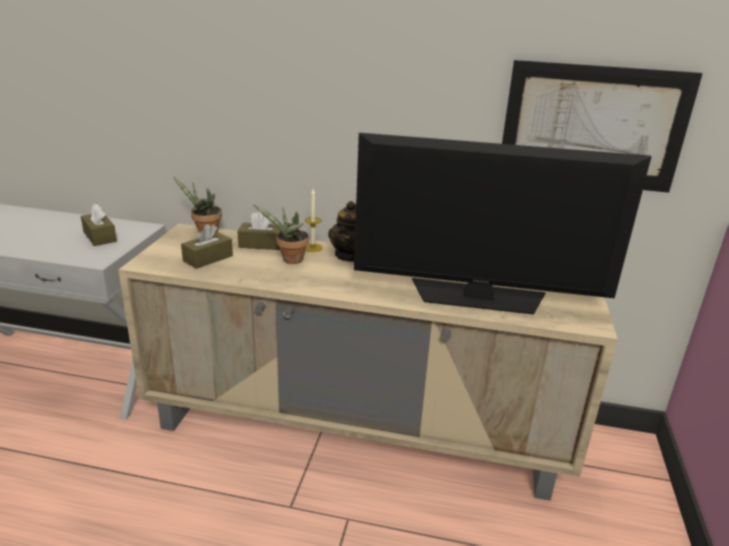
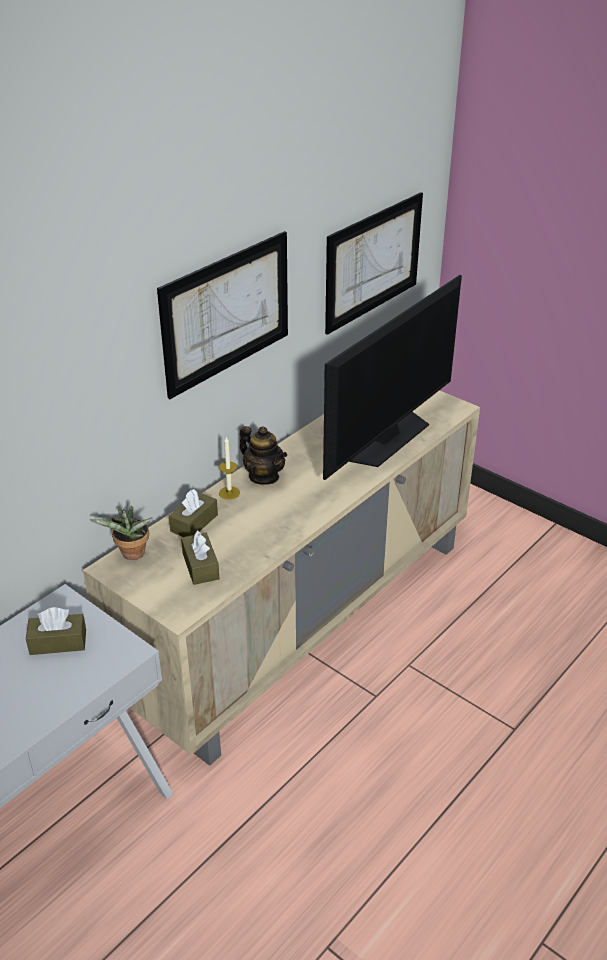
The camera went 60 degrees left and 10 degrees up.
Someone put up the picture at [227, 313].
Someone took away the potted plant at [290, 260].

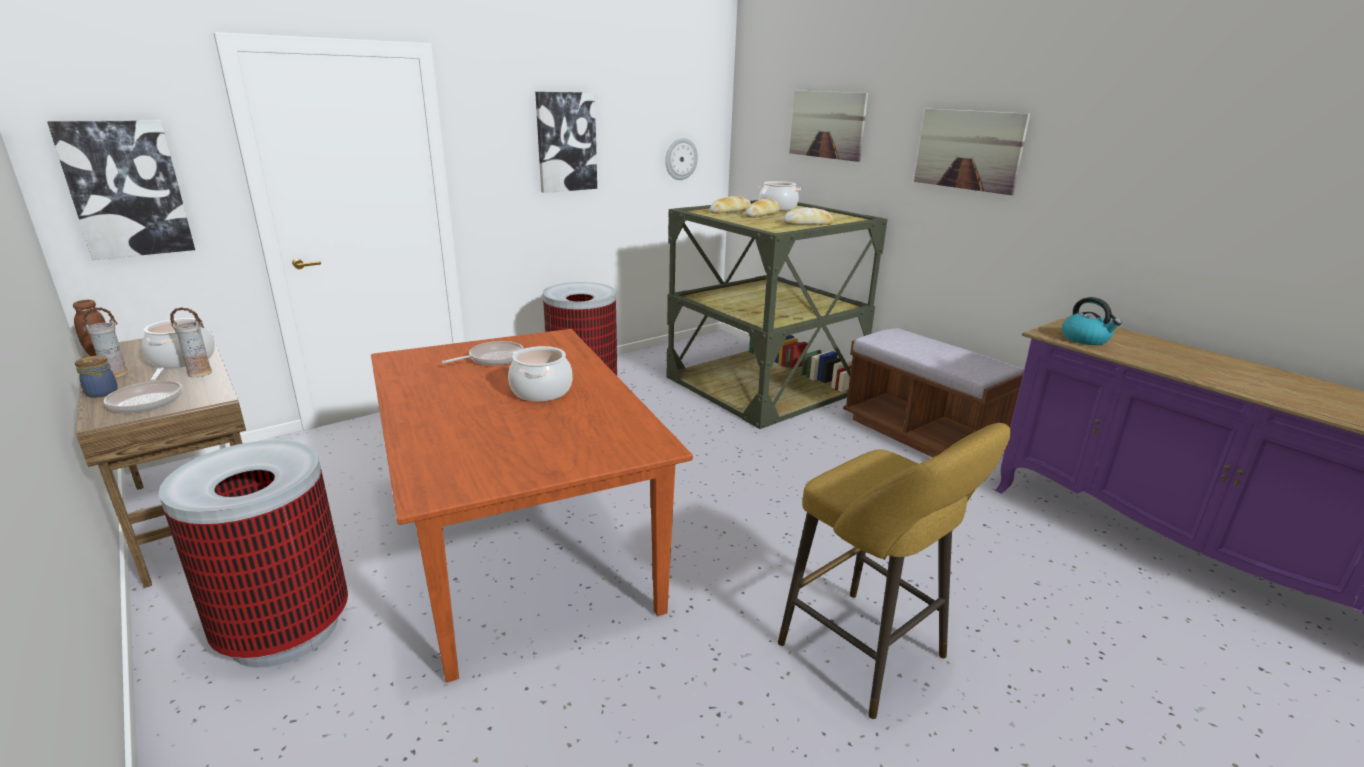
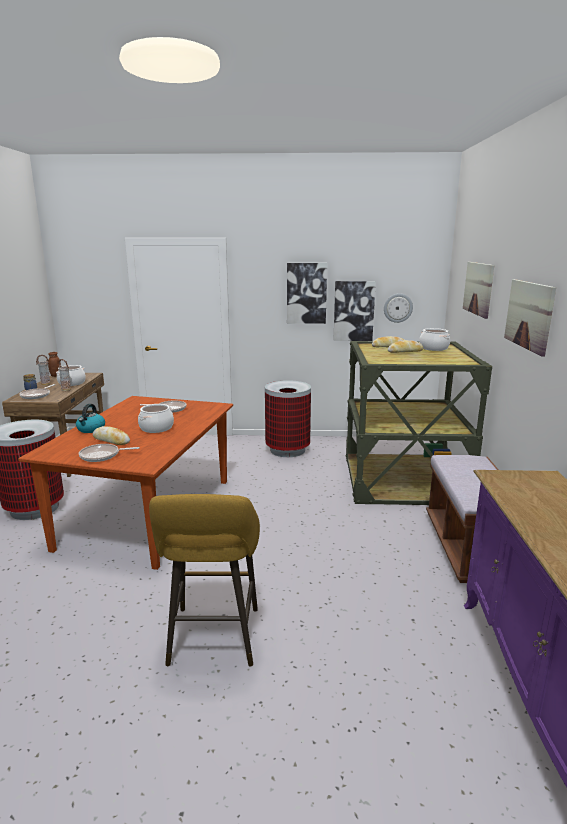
The camera went 40 degrees right and 5 degrees down.
Someone carried the kettle from [1085, 339] to [91, 429].
Someone put down the frying pan at [102, 456].
Someone carried the bread from [807, 224] to [111, 440].
Someone carried the picture from [126, 189] to [353, 311].

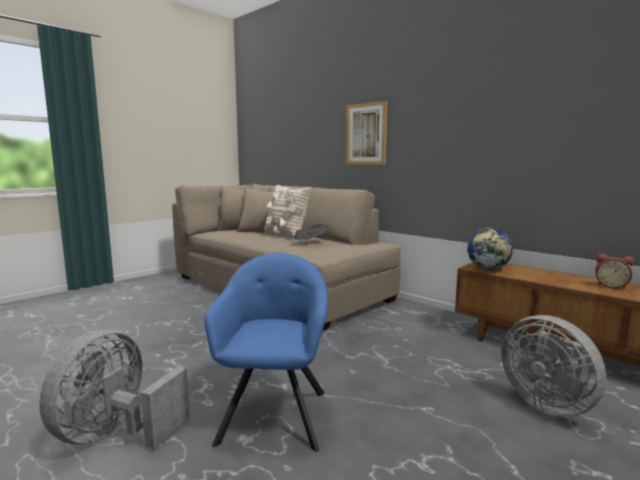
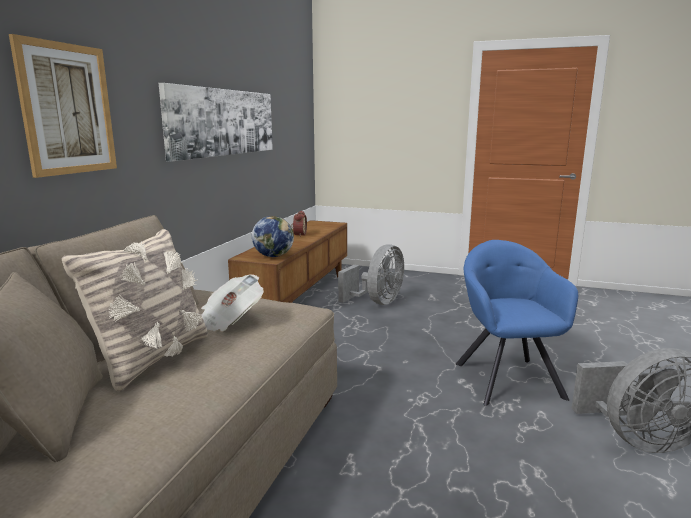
The camera went 115 degrees left and 5 degrees up.
Someone put up the picture at [223, 122].
Someone rotated the blue armchair at [274, 413] by 105 degrees clockwise.

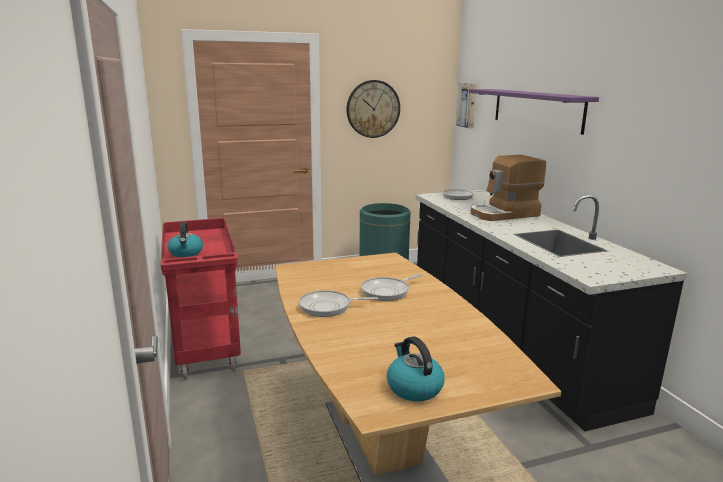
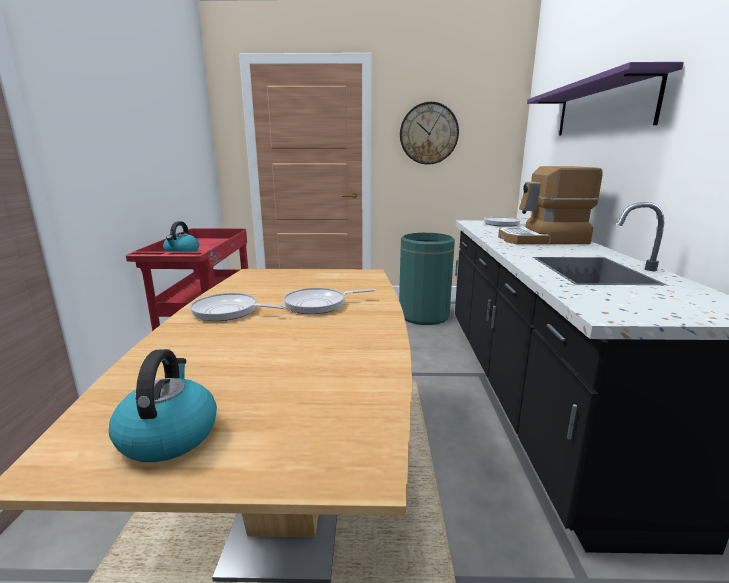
The camera went 20 degrees right and 0 degrees up.
Someone took away the picture at [467, 105].

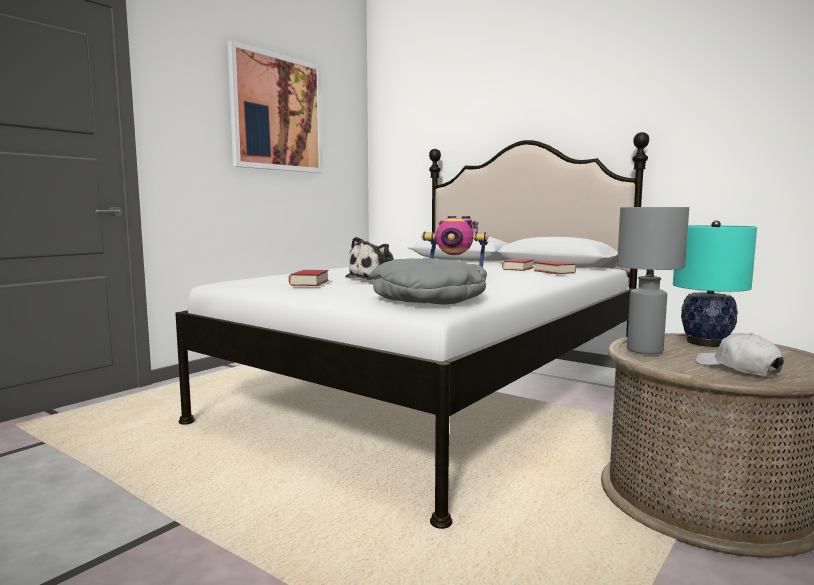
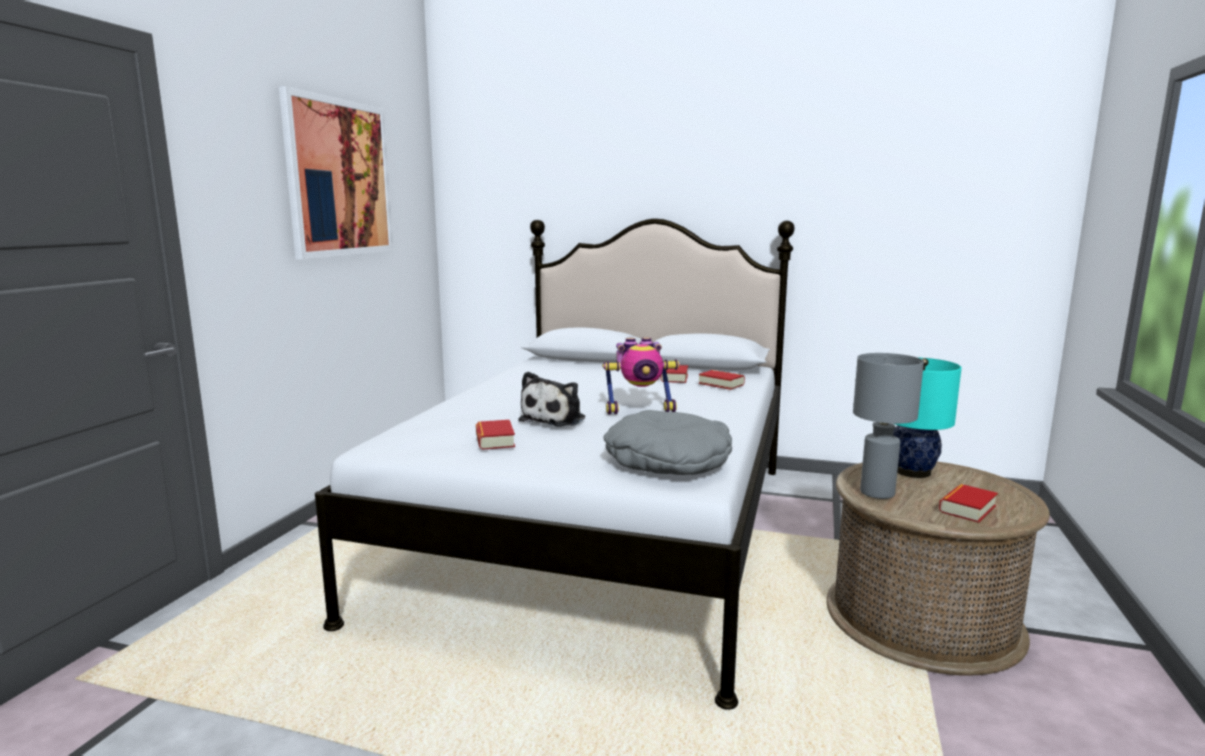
The camera went 20 degrees left and 5 degrees up.
Someone swapped the white cap at [738, 368] for the book at [967, 509].

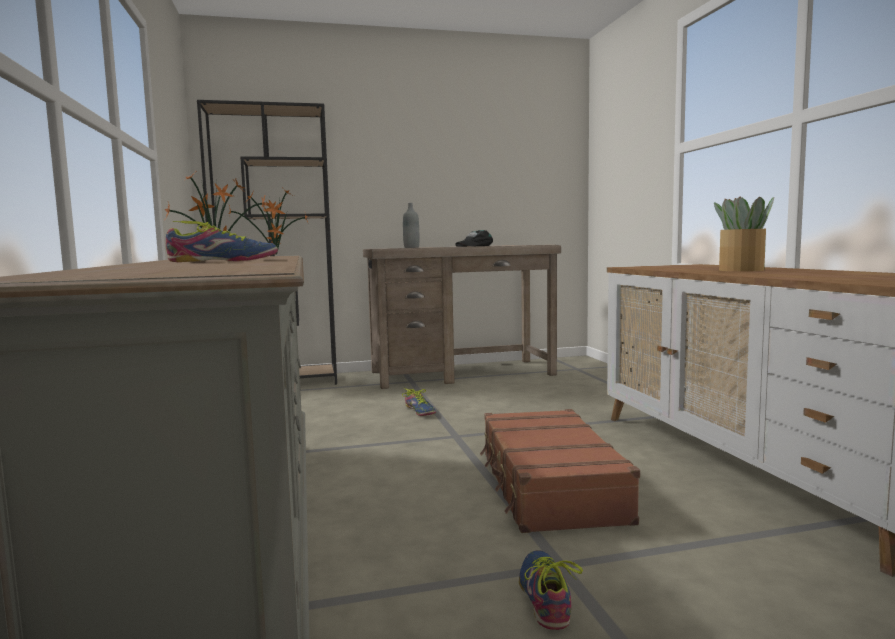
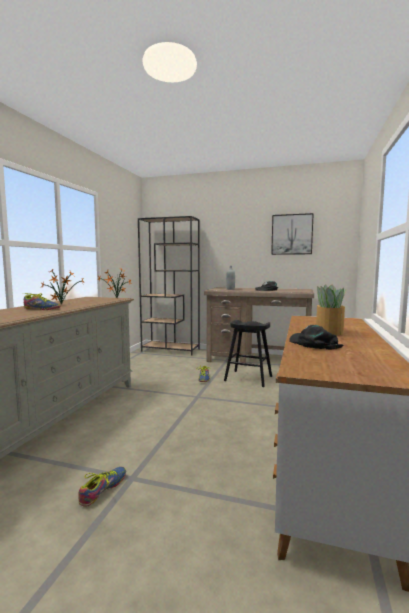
The camera went 30 degrees right and 0 degrees up.
Someone put down the black stool at [248, 378].
Someone put up the picture at [292, 234].
Someone put down the black cap at [313, 344].
Someone took away the brown suitcase at [549, 486].

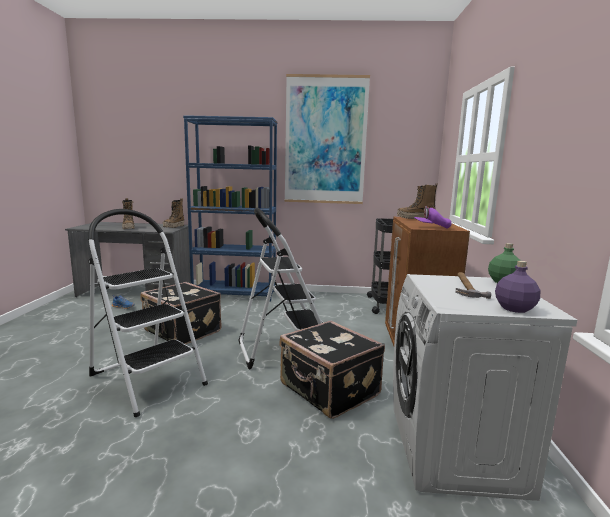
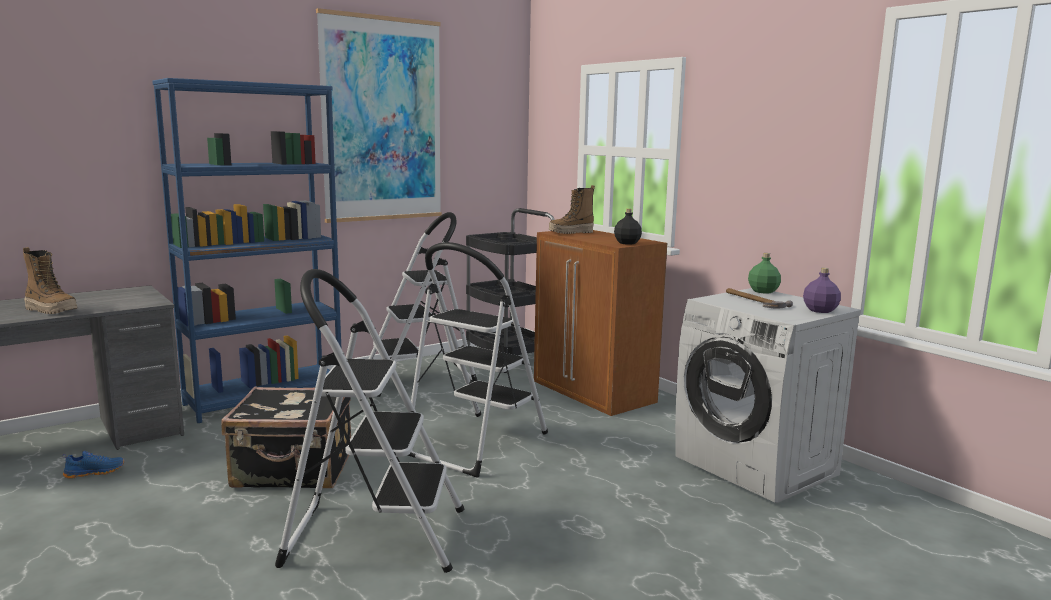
The camera went 40 degrees left and 0 degrees up.
Someone put down the step ladder at [423, 379].
Someone swapped the purple cap at [431, 227] for the black bottle at [627, 243].
Someone took away the boot at [174, 227].
Someone took away the black suitcase at [328, 391].

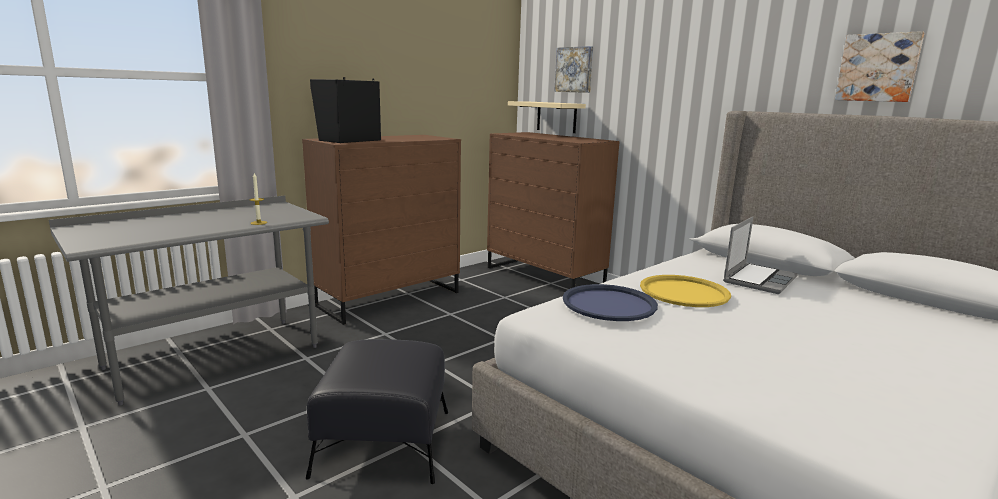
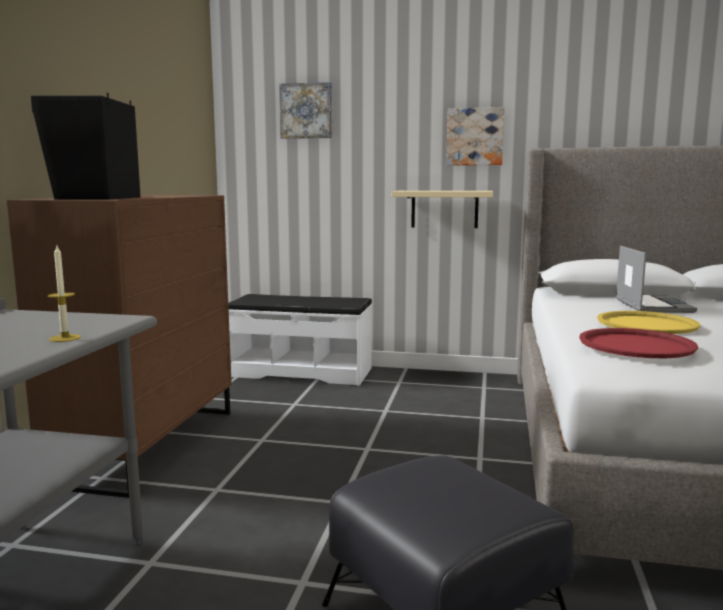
The camera went 35 degrees left and 5 degrees down.
Someone swapped the brown dresser at [545, 276] for the white bench at [301, 372].
Someone carried the beige shelf from [556, 117] to [444, 209].
Someone carried the picture from [878, 68] to [475, 137].
Someone repainted the blue tray at [609, 304], which became the red tray at [636, 345].

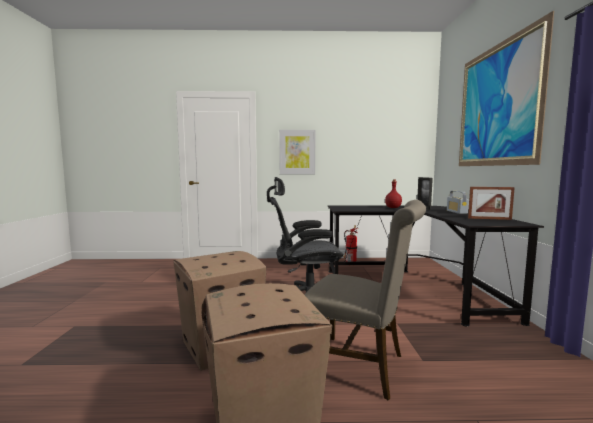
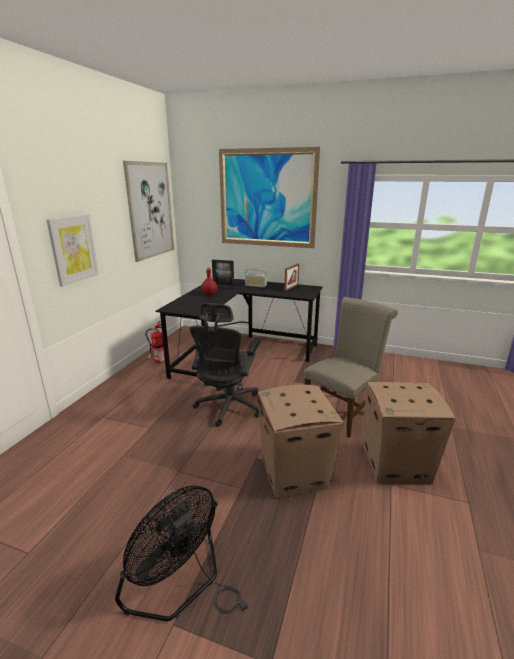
The camera went 70 degrees left and 15 degrees up.
Someone put down the black fan at [188, 585].
Someone put up the picture at [150, 210].

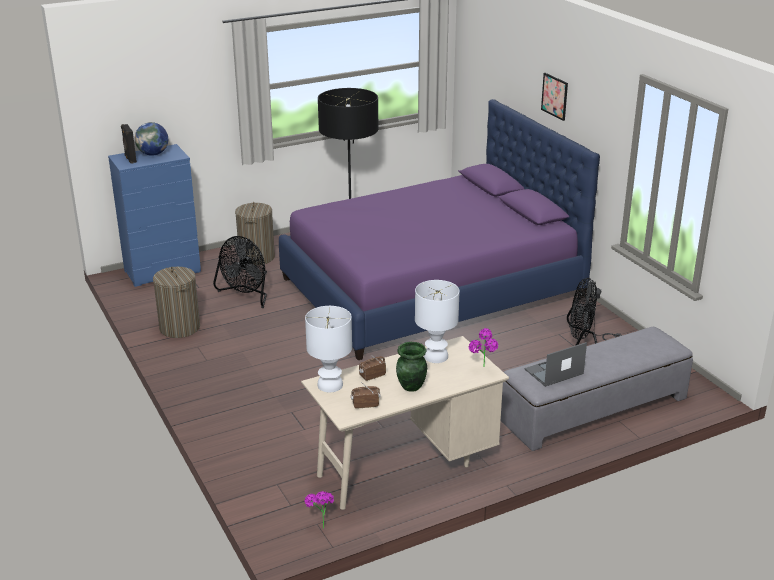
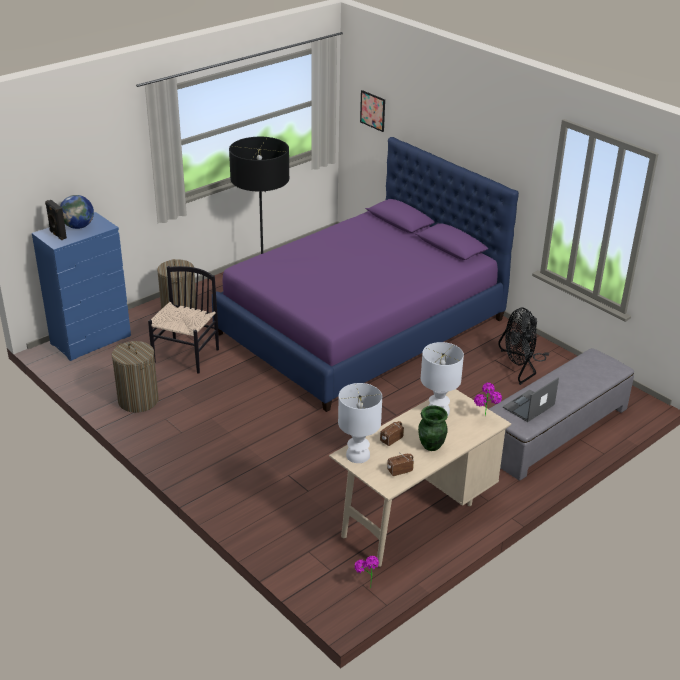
The camera went 15 degrees left and 5 degrees up.
Someone swapped the black fan at [246, 294] for the black chair at [187, 354].
Someone carried the picture from [554, 96] to [373, 110].

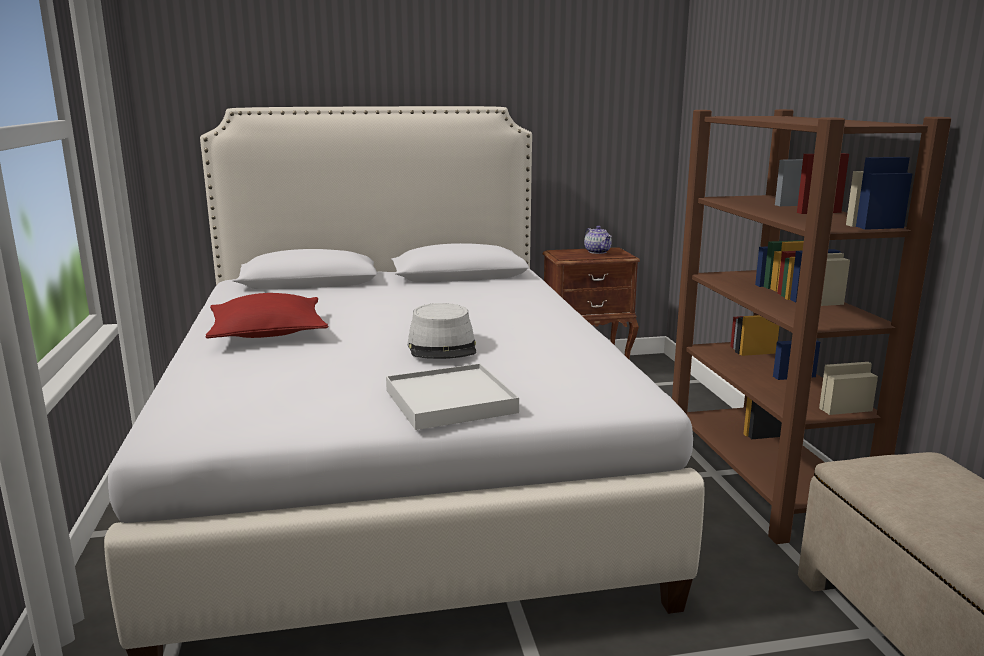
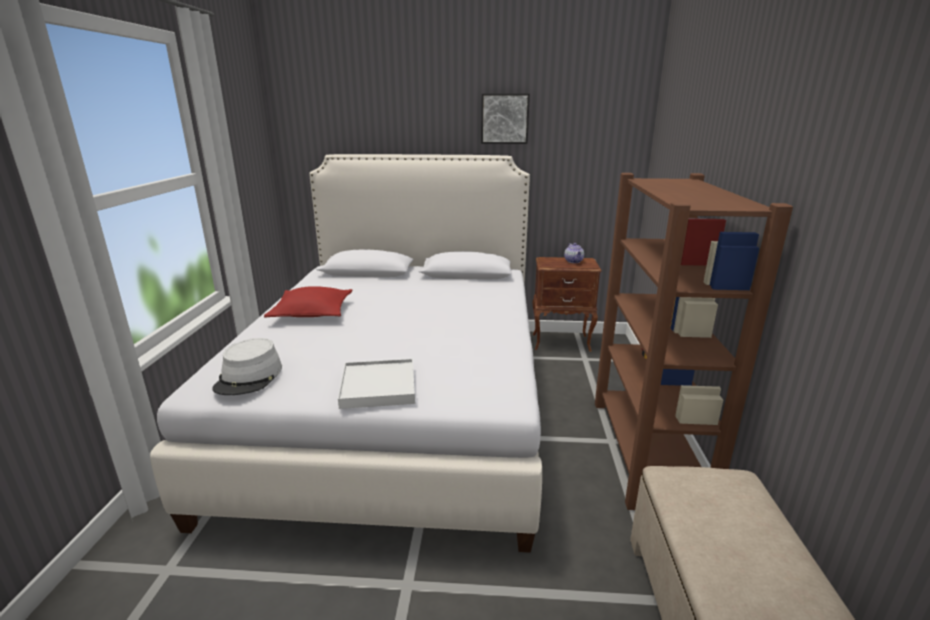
The camera went 15 degrees right and 5 degrees up.
Someone carried the grey hat from [443, 347] to [249, 377].
Someone put up the picture at [504, 119].

